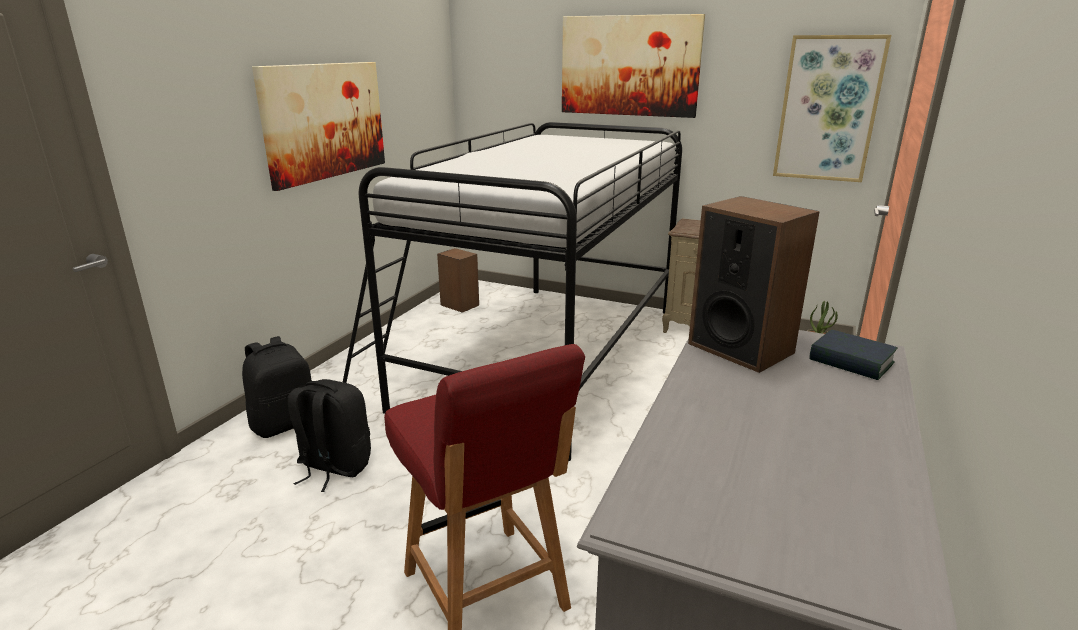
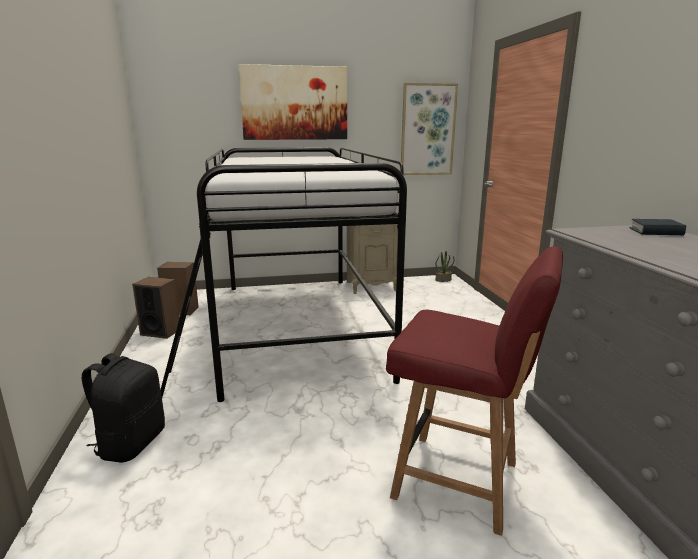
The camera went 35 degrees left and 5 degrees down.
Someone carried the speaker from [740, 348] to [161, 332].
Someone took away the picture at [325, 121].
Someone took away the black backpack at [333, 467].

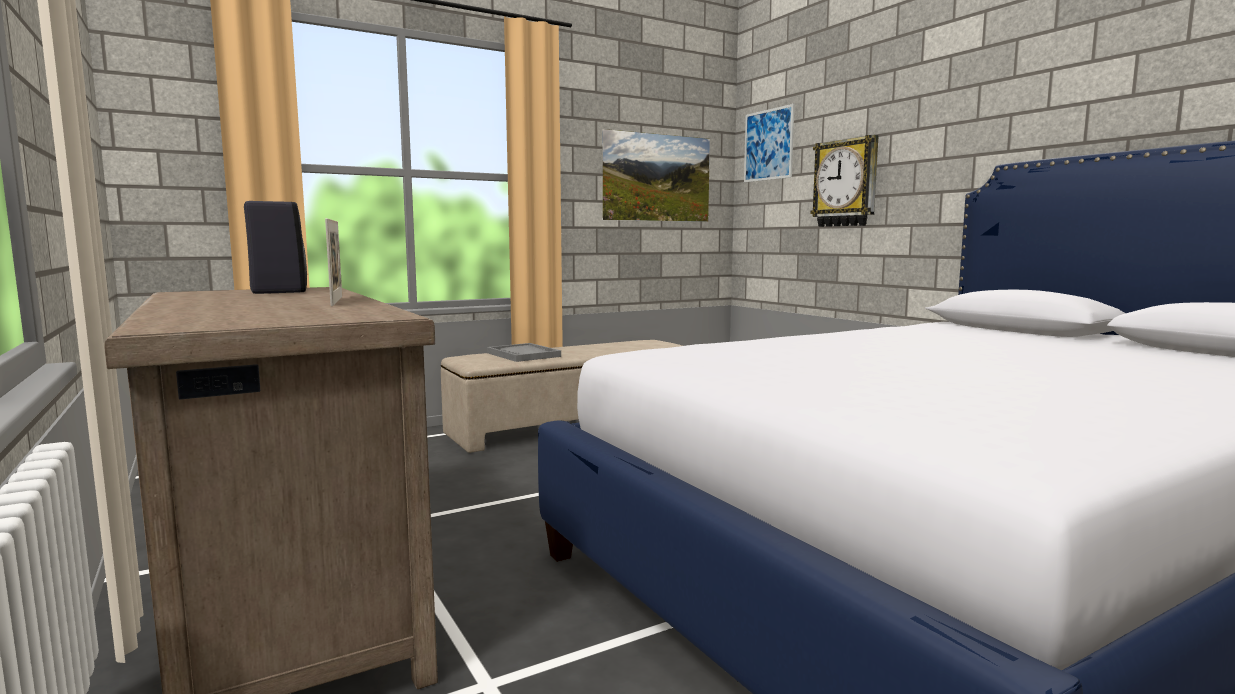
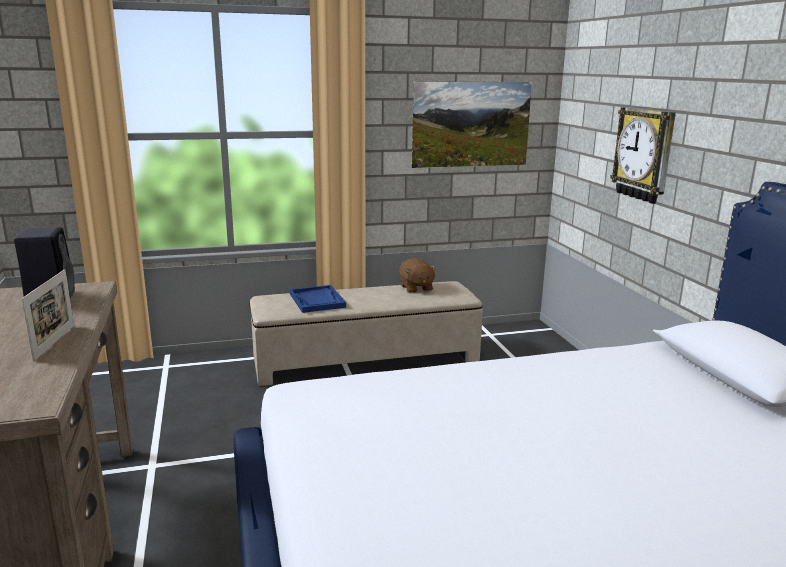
The camera went 15 degrees right and 10 degrees up.
Someone repainted the grey tray at [523, 355], which became the blue tray at [317, 300].
Someone put down the brown plush toy at [416, 288].
Someone took away the picture at [768, 145].

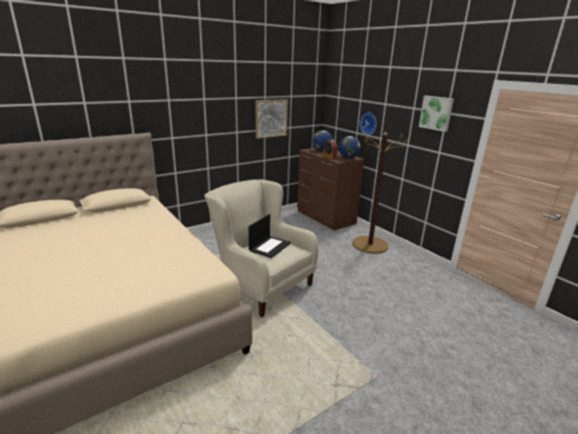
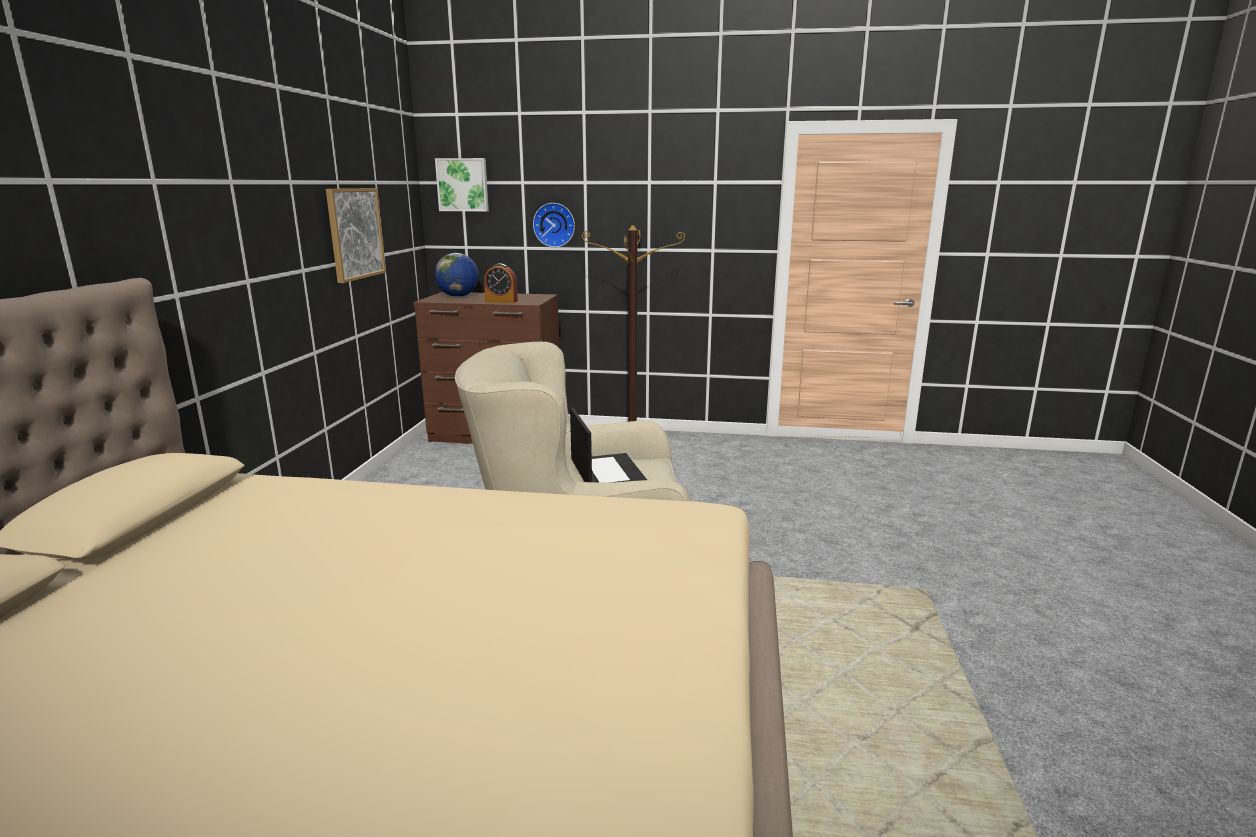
The camera went 45 degrees left and 5 degrees down.
Someone carried the picture from [436, 113] to [463, 185].
Someone took away the globe at [348, 157].

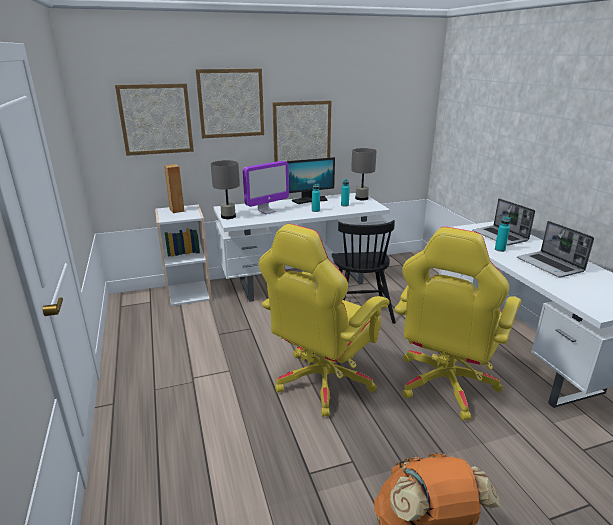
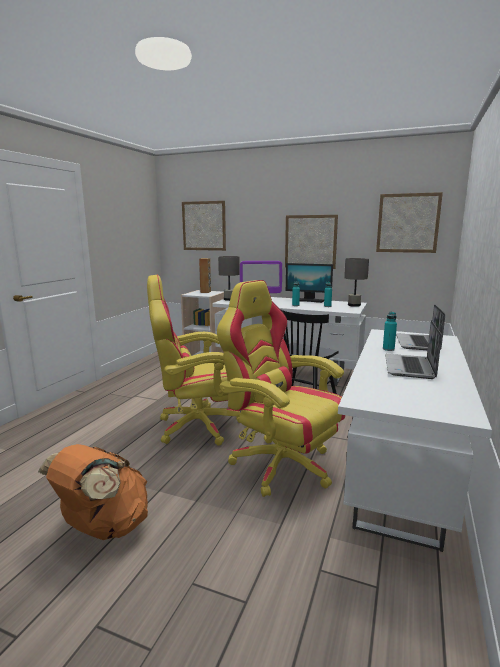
The camera went 40 degrees right and 10 degrees down.
Someone rotated the yellow office chair at [445, 383] by 60 degrees clockwise.
Someone carried the picture from [231, 102] to [408, 222].

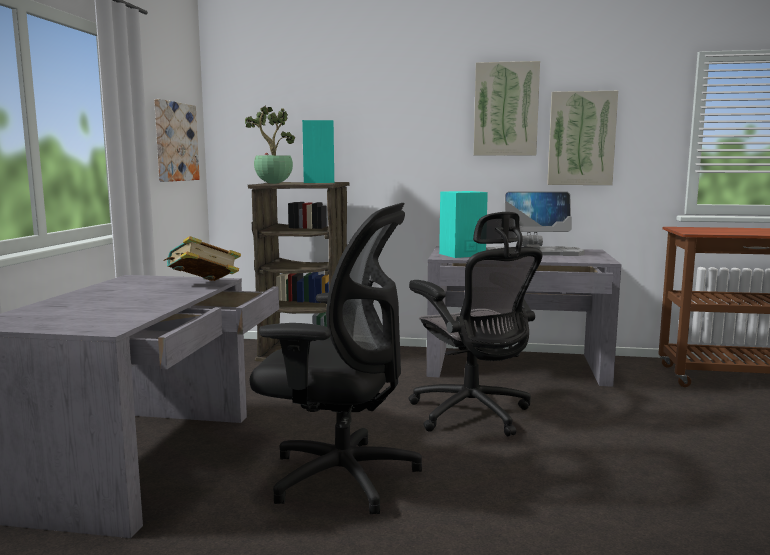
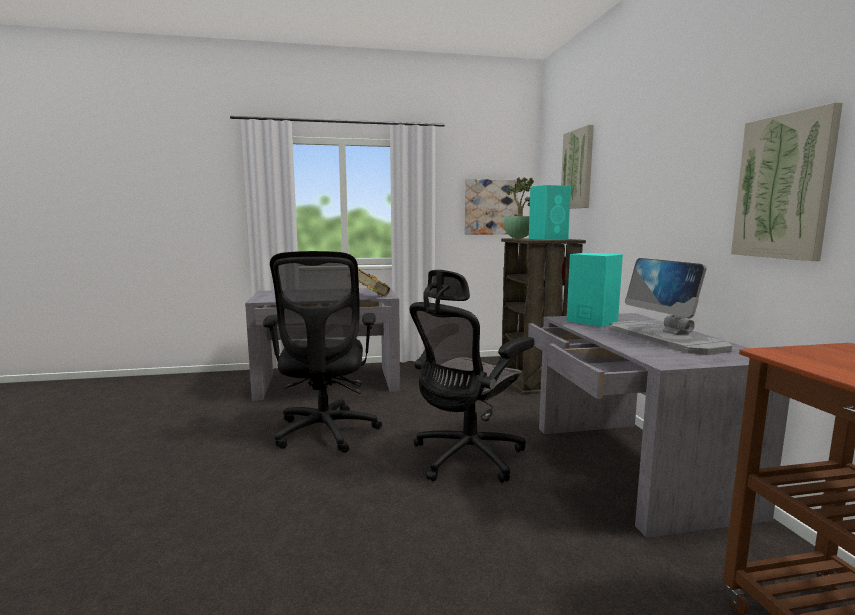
The camera went 70 degrees right and 0 degrees up.
Someone carried the picture from [506, 109] to [577, 169].

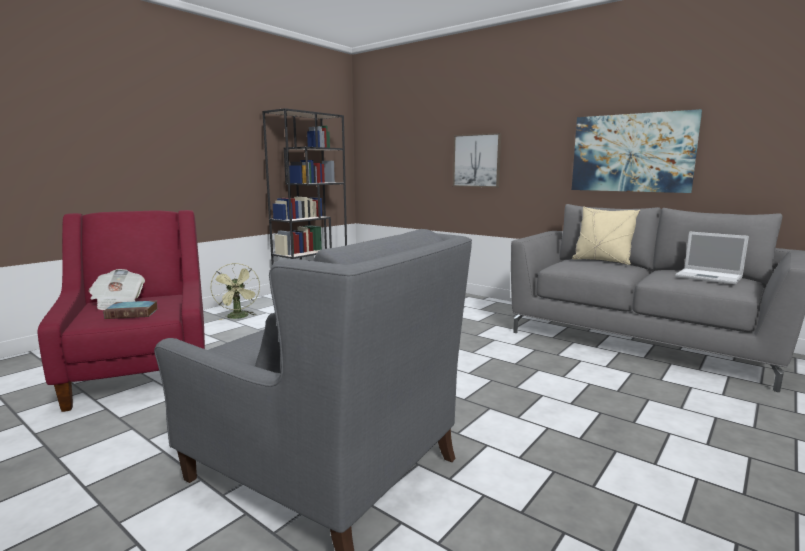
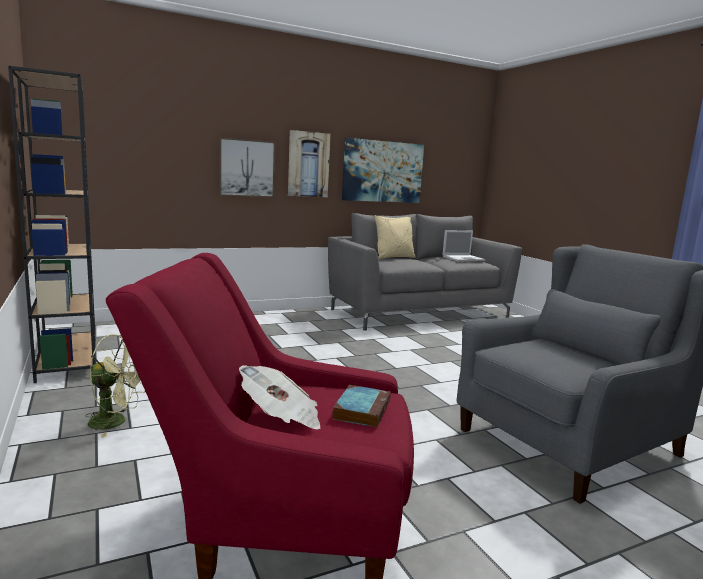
The camera went 65 degrees left and 0 degrees up.
Someone put up the picture at [308, 164].

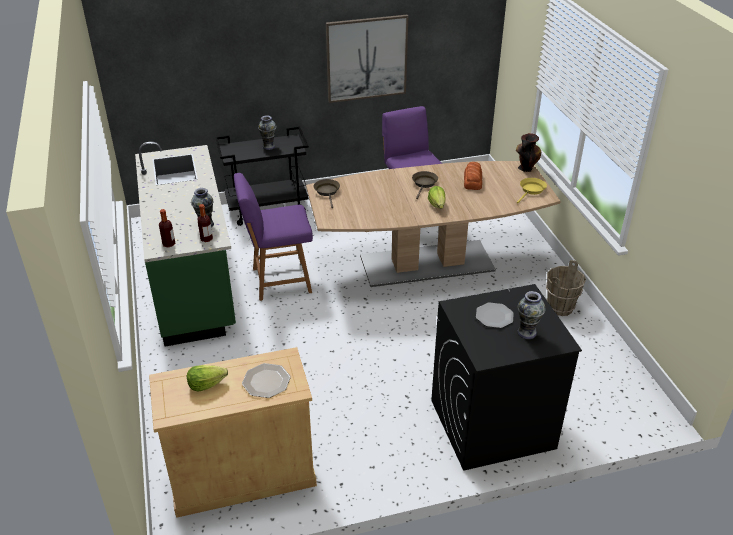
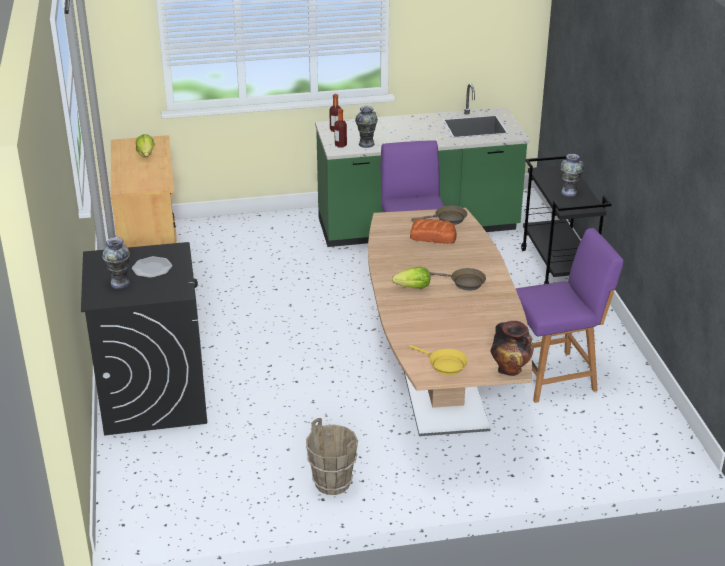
The camera went 95 degrees right and 5 degrees down.
Someone carried the bread from [473, 180] to [433, 237].
Someone took away the plate at [267, 381].
Someone took away the picture at [366, 58].

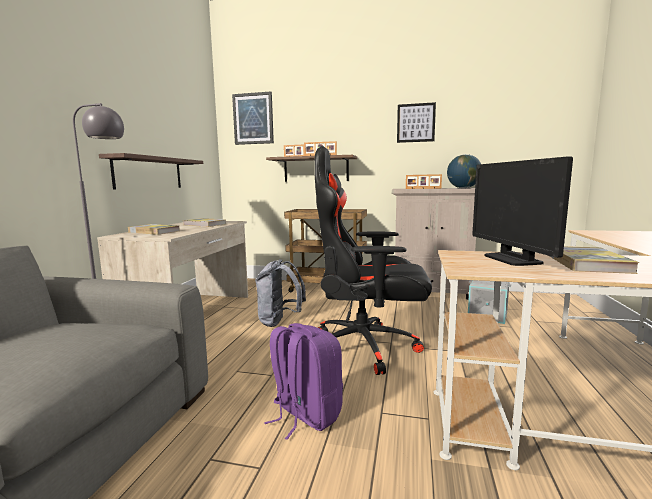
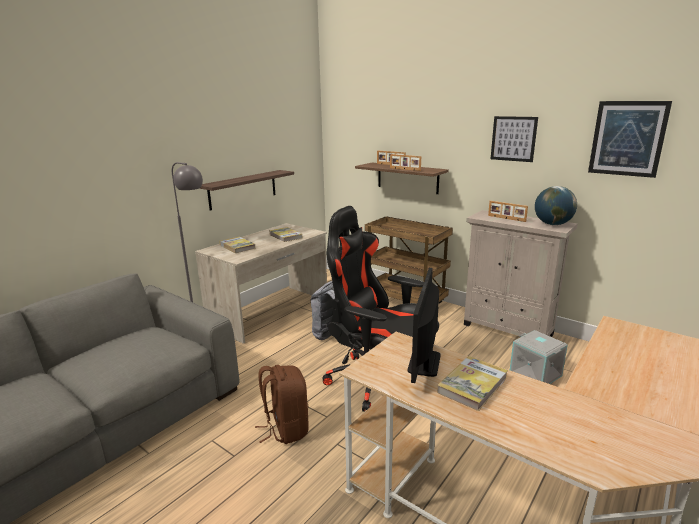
The camera went 25 degrees right and 10 degrees up.
Someone repainted the purple backpack at [305, 415], which became the brown backpack at [285, 428].
Someone carried the picture from [253, 119] to [627, 138].

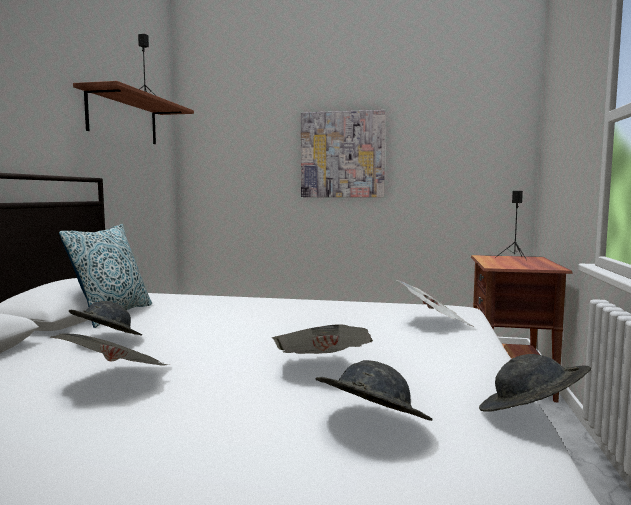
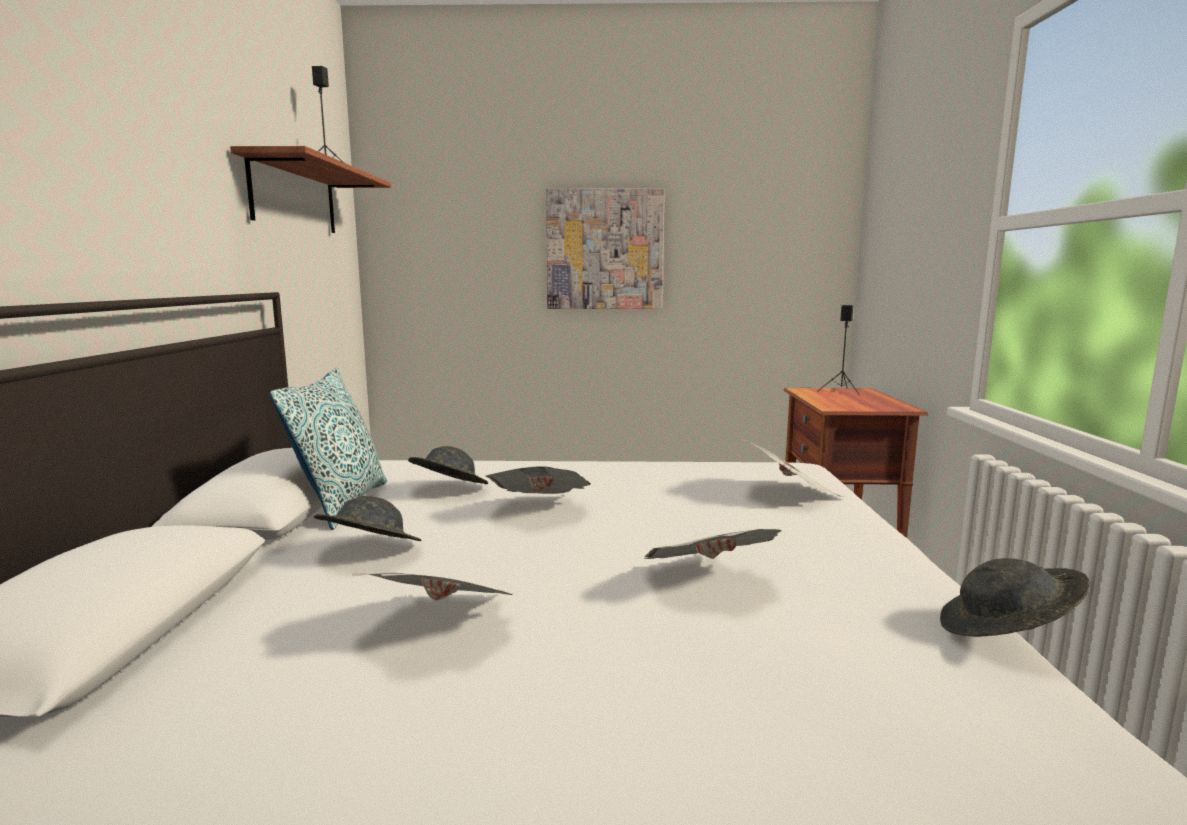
The camera went 10 degrees left and 5 degrees up.
Someone carried the grey hat from [370, 426] to [448, 490].
Someone put down the newspaper at [540, 509].

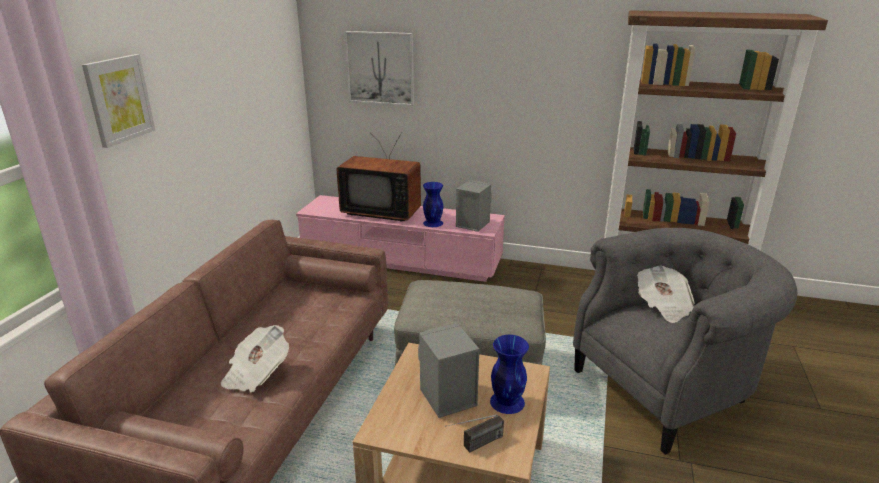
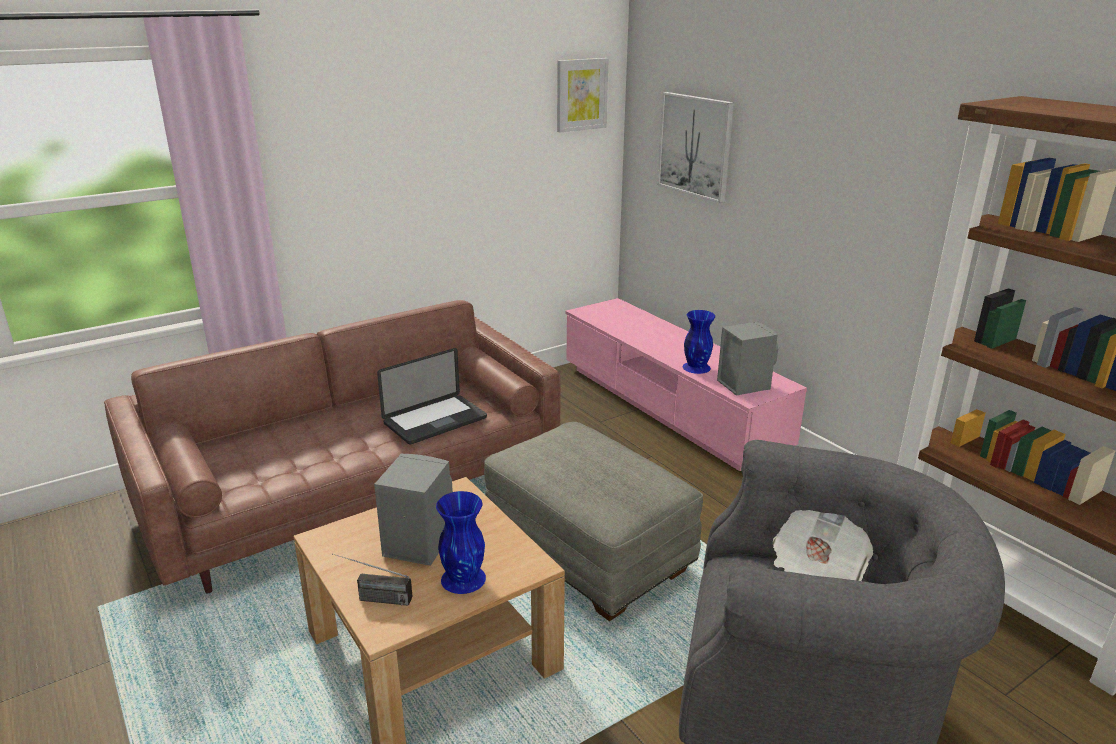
The camera went 40 degrees right and 0 degrees up.
Someone put down the laptop at [435, 421].
Someone carried the picture from [119, 99] to [581, 94].
Someone took away the newspaper at [256, 374].
Someone took away the television at [382, 211].

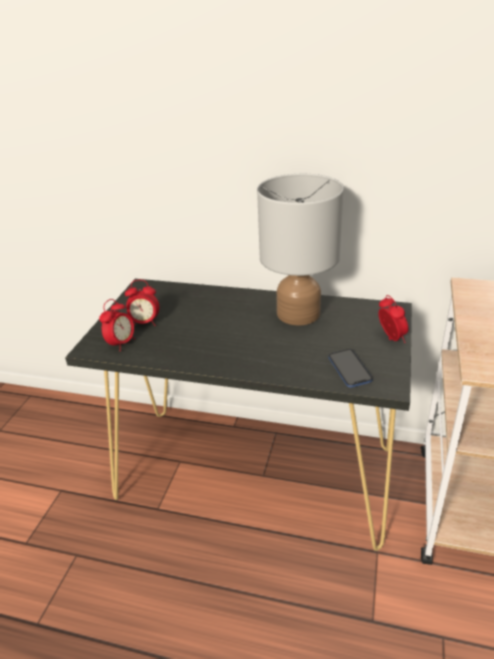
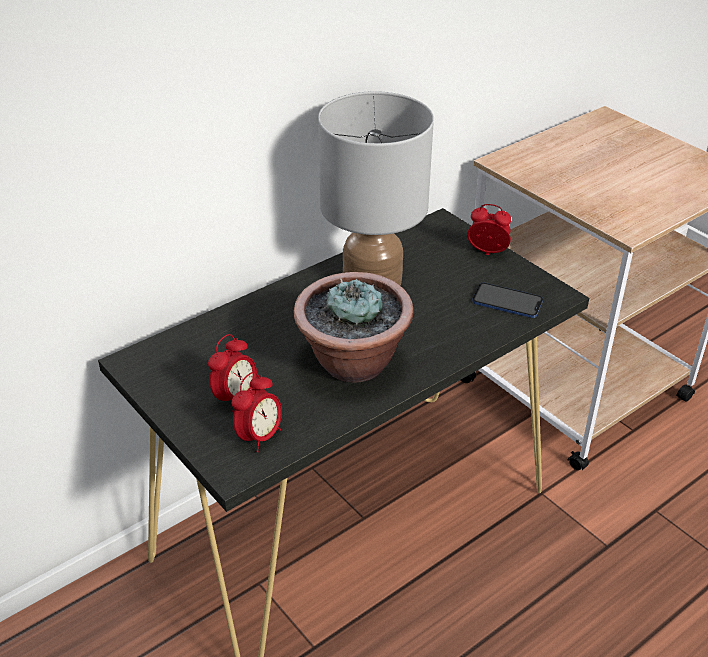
The camera went 55 degrees left and 5 degrees up.
Someone rotated the alarm clock at [121, 344] by 60 degrees clockwise.
Someone put down the potted plant at [353, 363].

